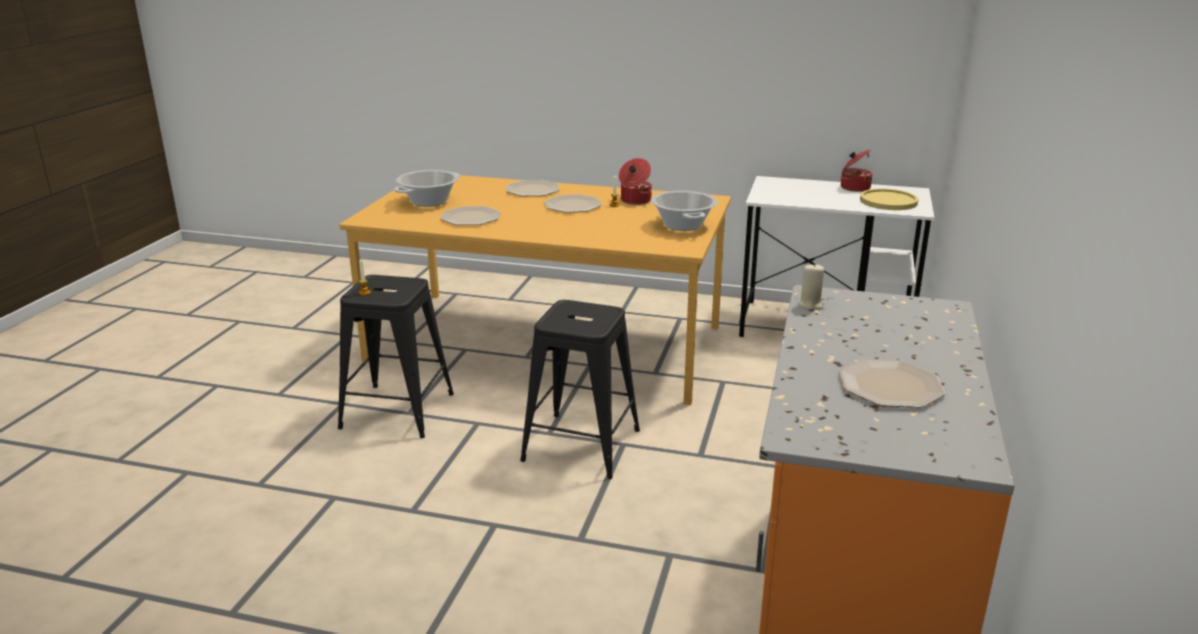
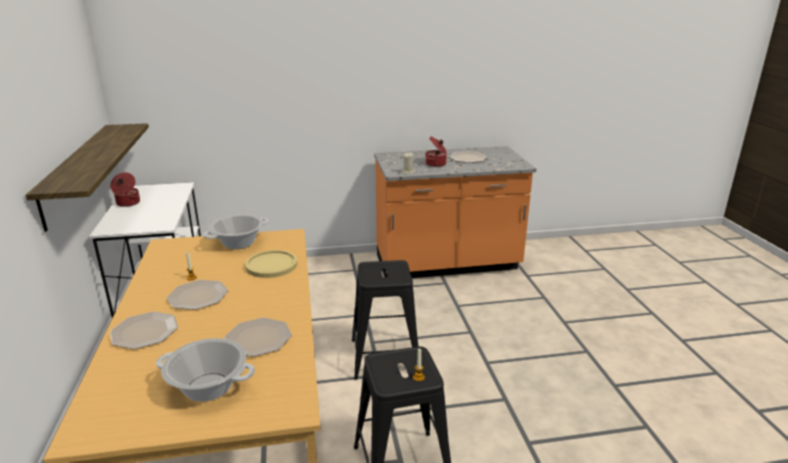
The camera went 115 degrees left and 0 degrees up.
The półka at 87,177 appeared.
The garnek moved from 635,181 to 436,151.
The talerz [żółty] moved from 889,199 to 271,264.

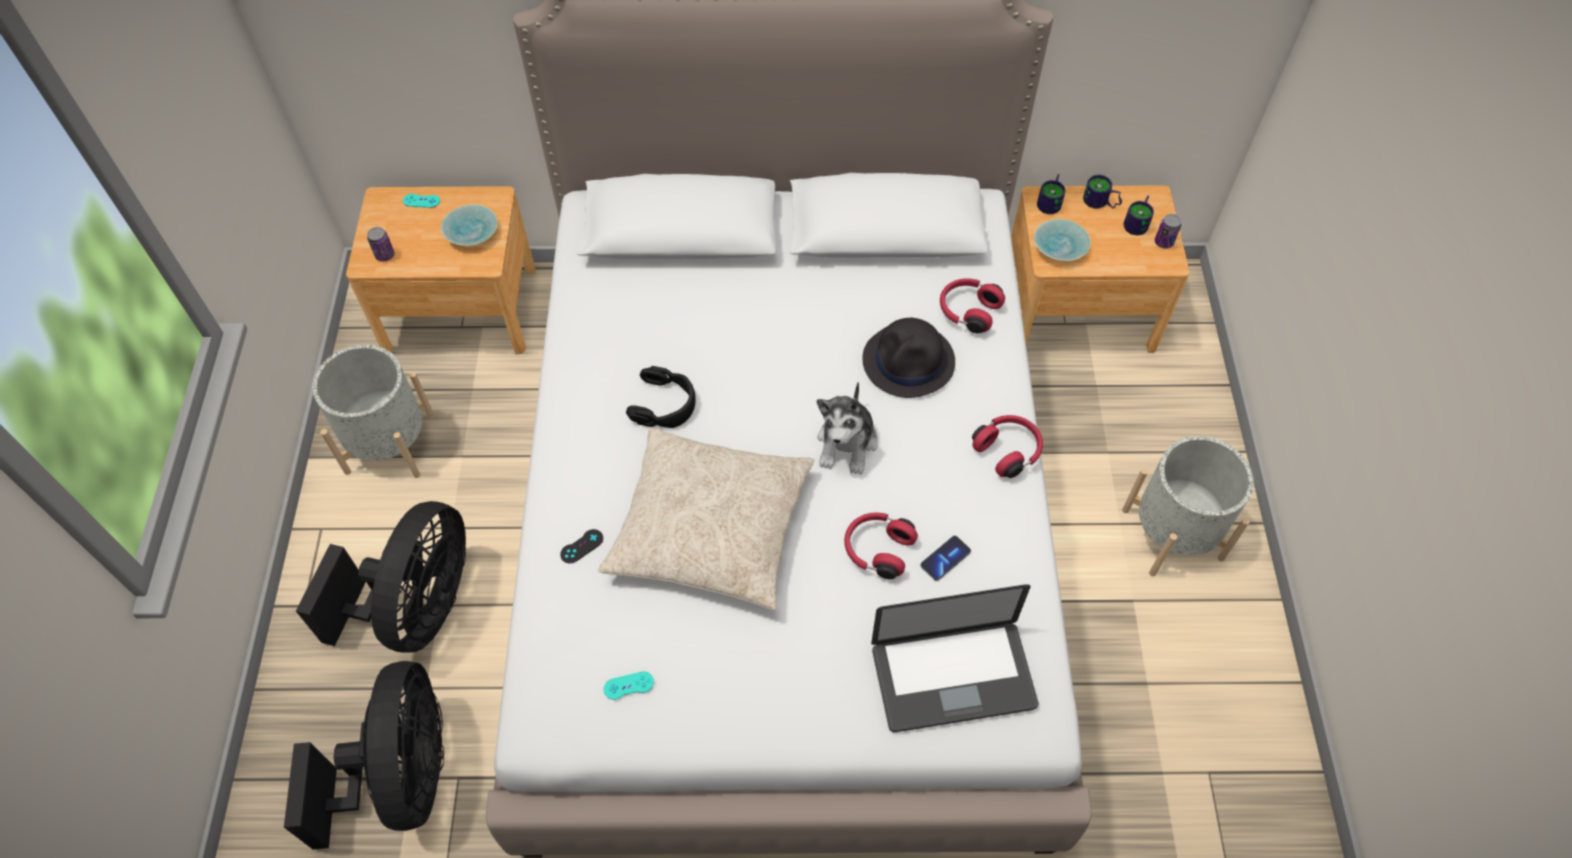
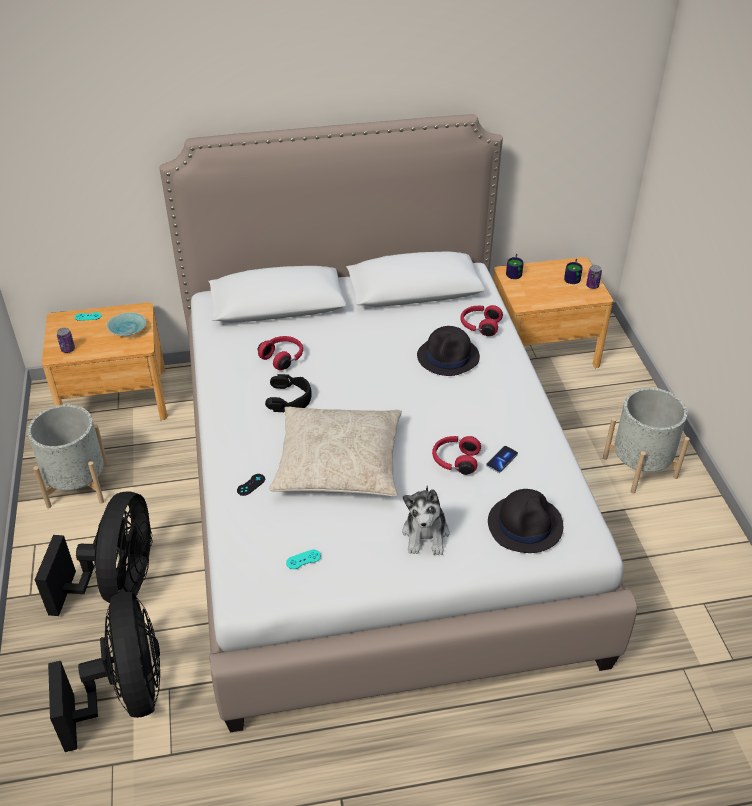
The camera went 10 degrees left and 15 degrees down.
The miska [turkusowy] at 1062,240 disappeared.
The kubek at 1102,192 disappeared.
The pluszak moved from 847,428 to 426,520.
The słuchawki [czerwony] moved from 1007,446 to 280,353.
The laptop at 955,658 was replaced by the kapelusz [czarny] at 525,521.

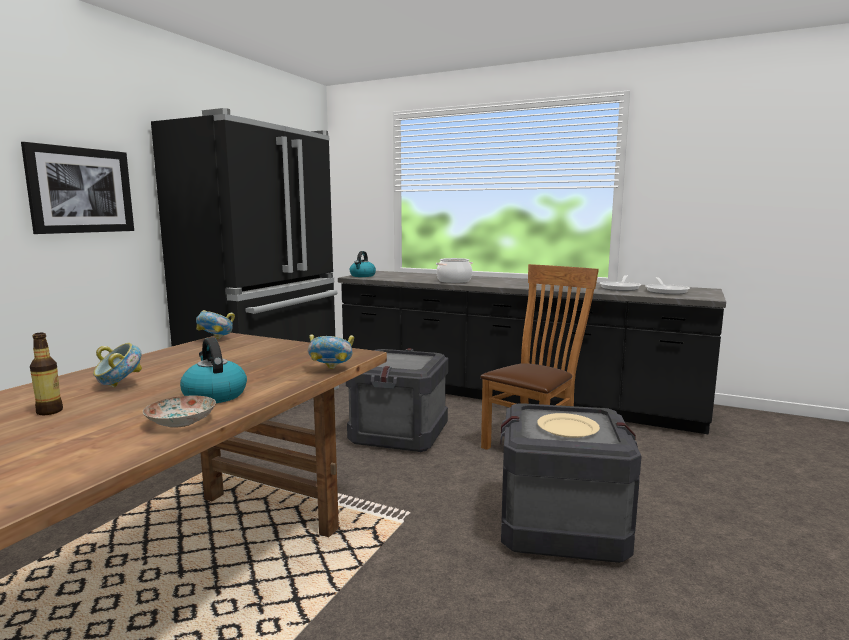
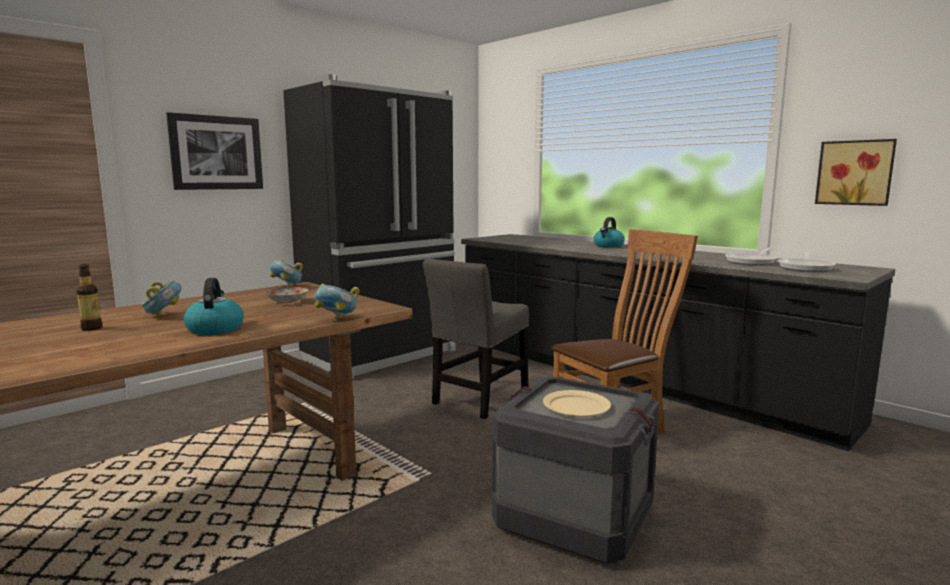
The camera went 20 degrees right and 0 degrees up.
The garnek at 454,270 disappeared.
The obraz at 856,172 appeared.
The talerz moved from 179,412 to 286,295.
The czajnik moved from 363,264 to 609,232.
The skrzynka at 397,400 was replaced by the krzesło [szary] at 476,338.

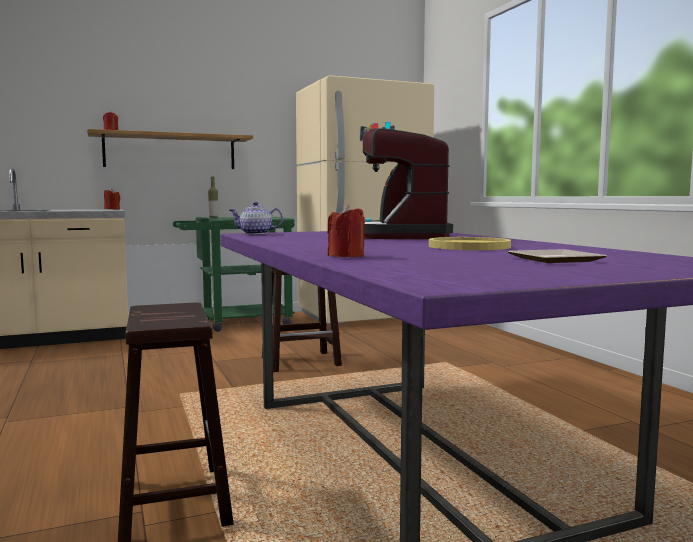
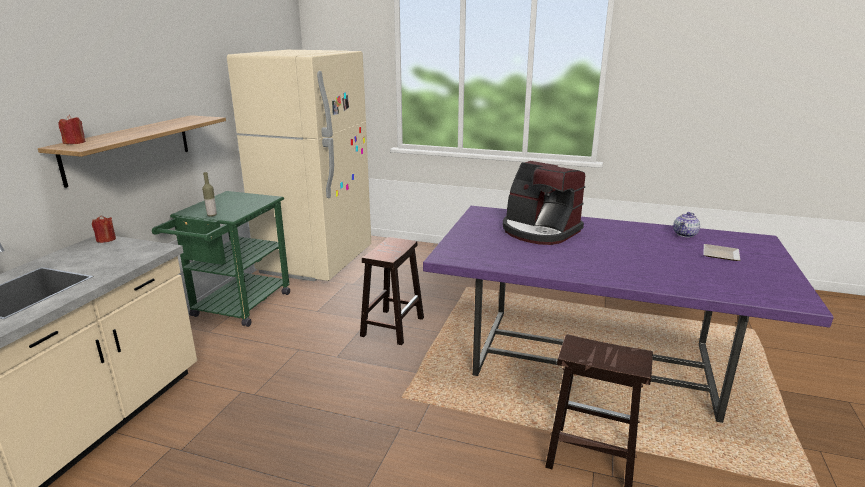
The camera went 50 degrees left and 15 degrees up.
The świeca [czerwony] at 346,231 disappeared.
The talerz [żółty] at 470,243 disappeared.
The imbryk moved from 256,218 to 686,224.

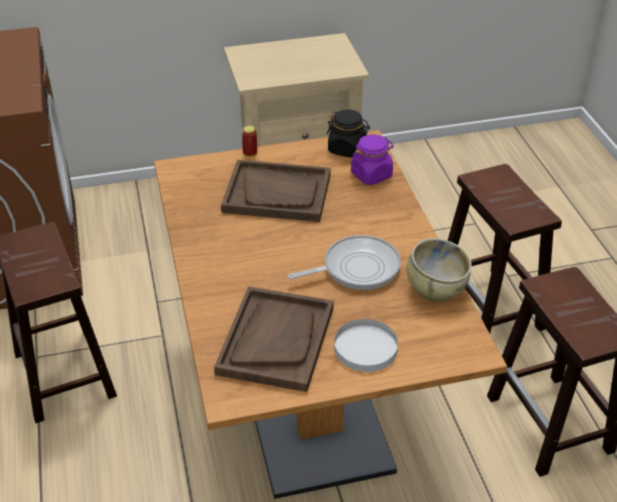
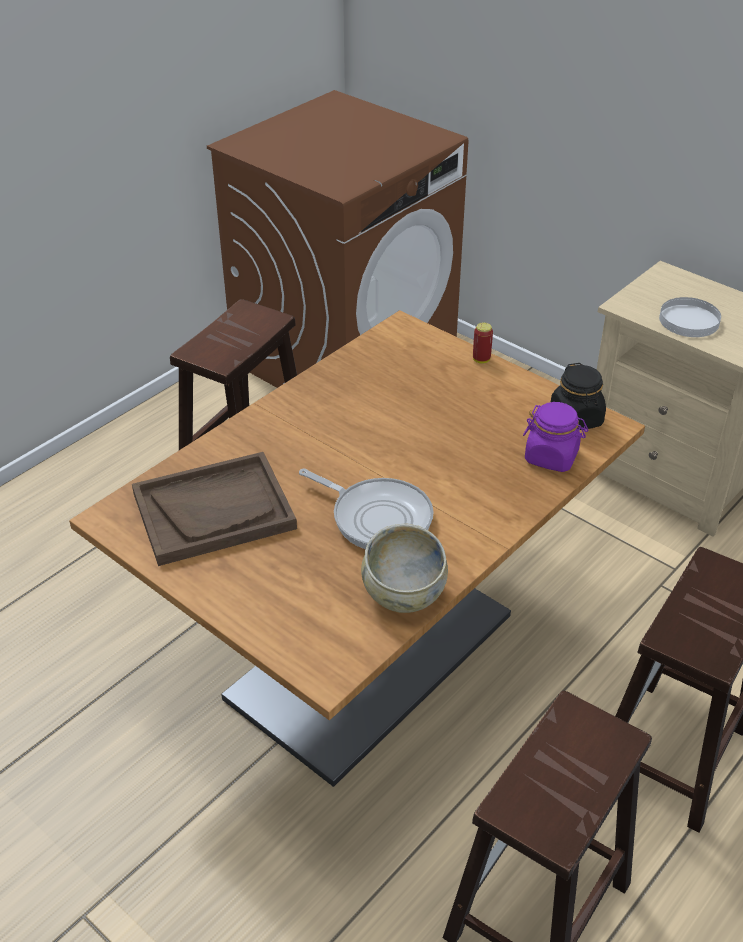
The camera went 55 degrees right and 0 degrees up.
The taca [brązowy] at 276,191 disappeared.
The talerz [biały] moved from 366,345 to 690,317.

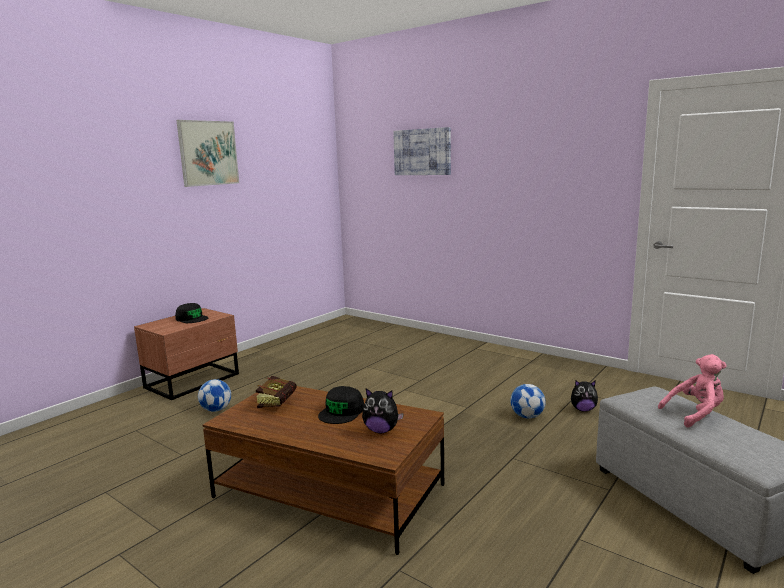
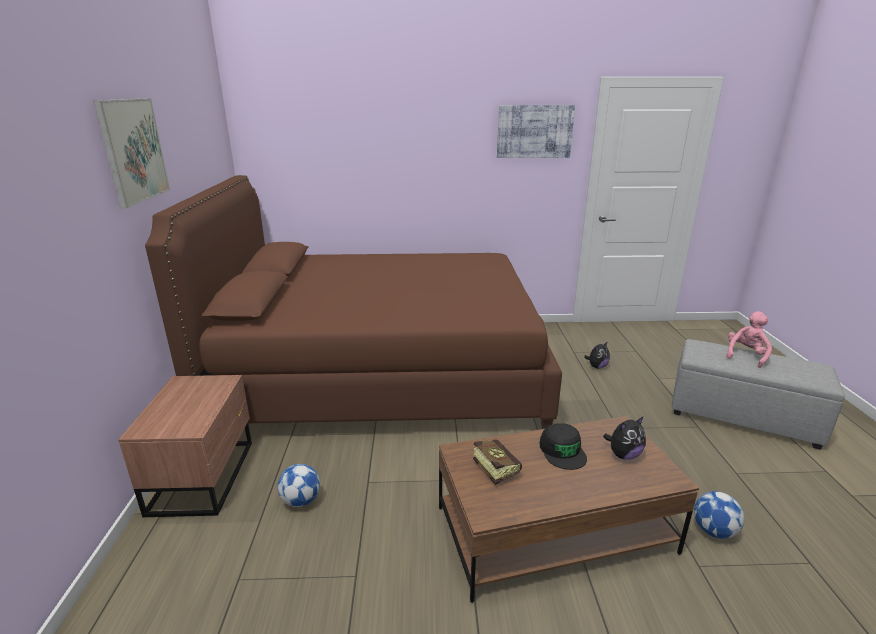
The camera went 40 degrees left and 10 degrees up.
The czapka z daszkiem [czarny] at 192,313 disappeared.
The łóżko [brązowy] at 353,302 appeared.
The obraz moved from 422,151 to 536,131.
The piłka futbolowa moved from 528,401 to 719,515.

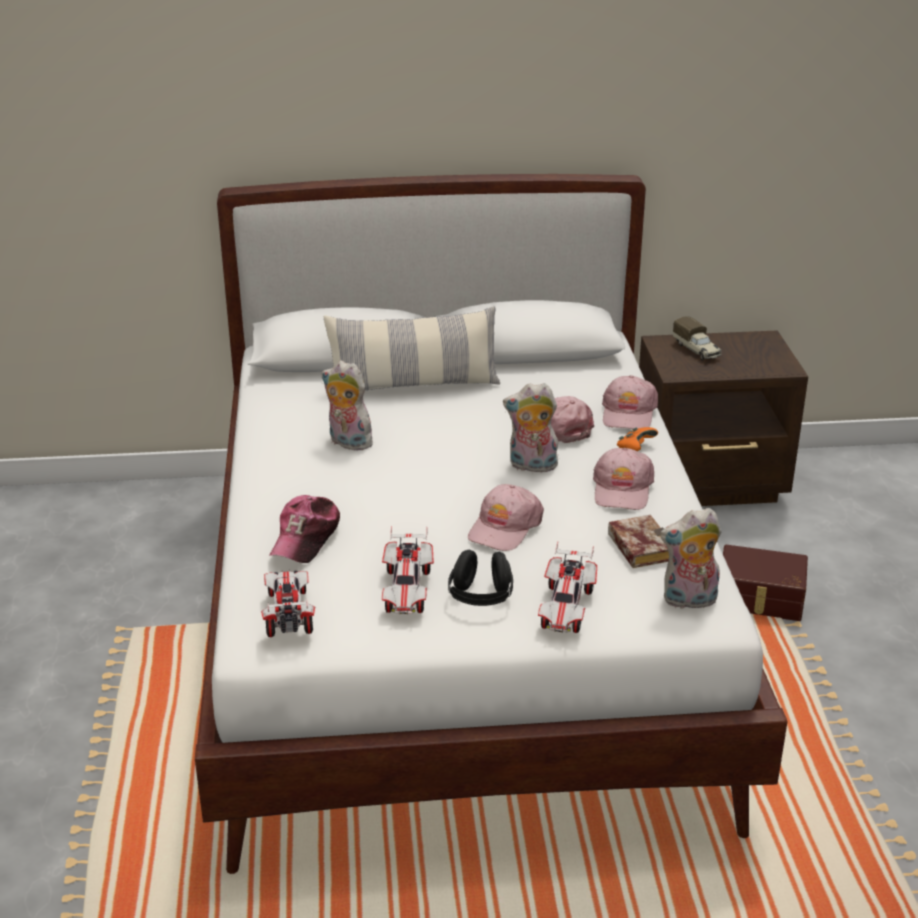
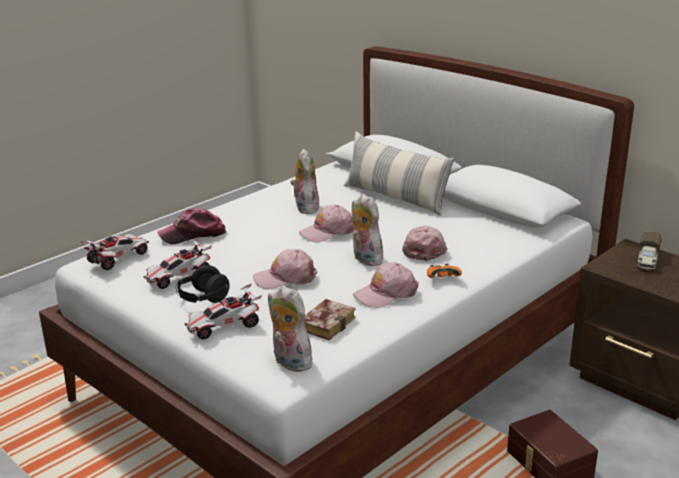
The camera went 50 degrees right and 5 degrees down.
The czapka z daszkiem [różowy] moved from 630,402 to 326,223.

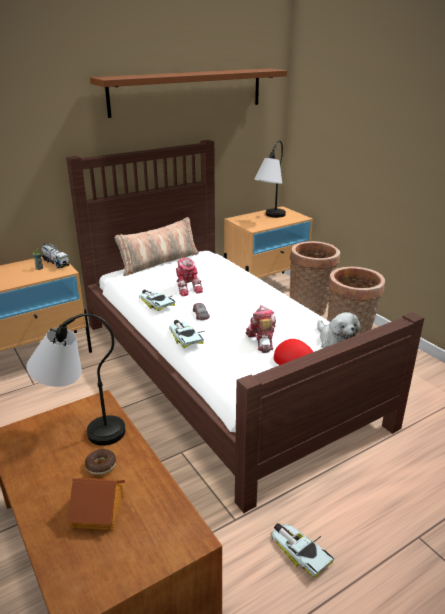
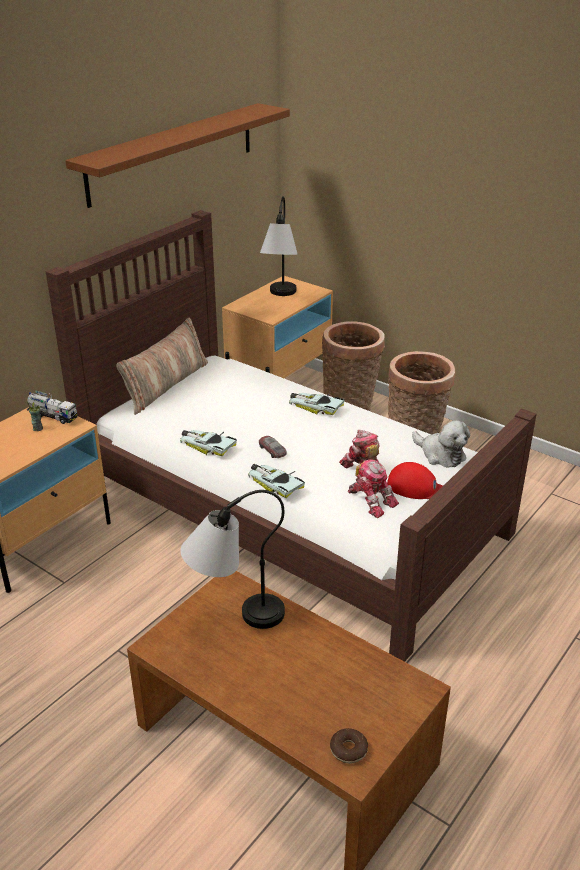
The camera went 20 degrees left and 5 degrees up.
The domek at 96,504 disappeared.
The donut moved from 100,462 to 349,746.
The robot zabawkowy moved from 189,277 to 373,488.
The samochodzik moved from 303,550 to 317,404.

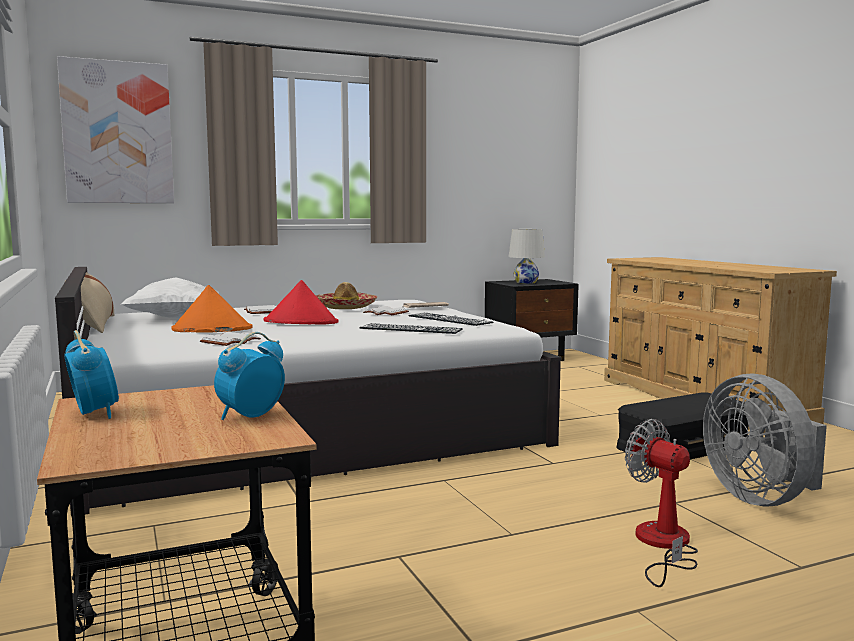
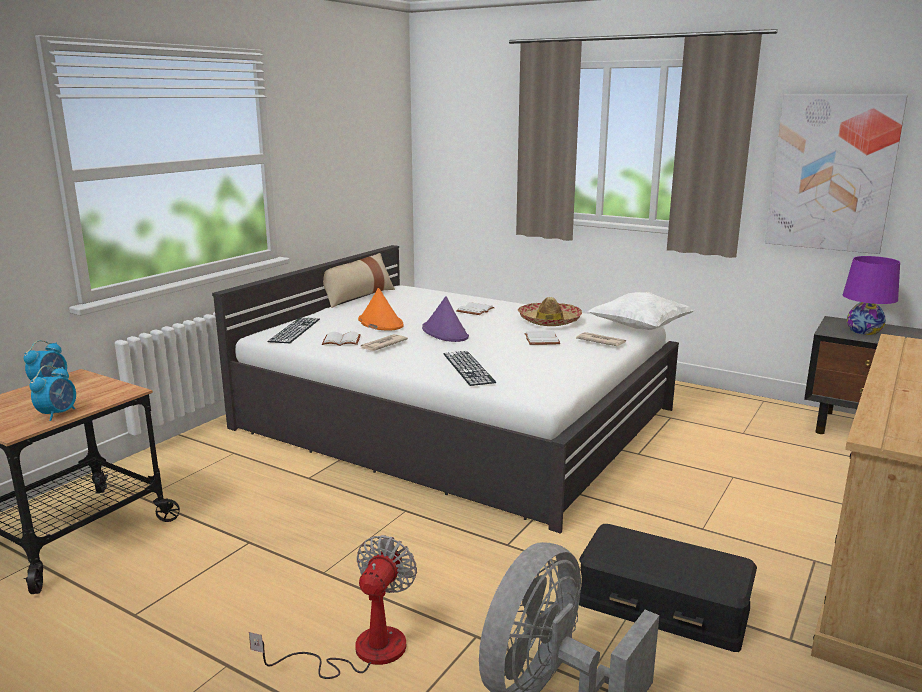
The camera went 55 degrees right and 10 degrees up.
The gazeta at 383,342 appeared.
The obraz moved from 115,129 to 836,174.
The poduszka [biały] moved from 170,297 to 641,311.
The klawiatura moved from 450,319 to 293,330.
The kapelusz [czerwony] at 301,302 became the kapelusz [fioletowy] at 445,319.
The lampa stołowa [biały] at 527,256 became the lampa stołowa [fioletowy] at 871,295.
The budzik at 249,376 turned 105 degrees clockwise.

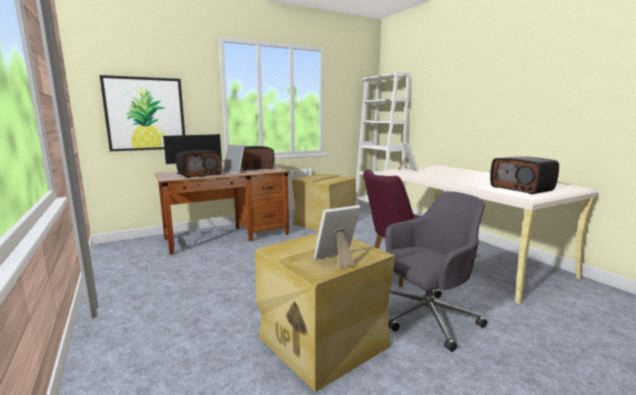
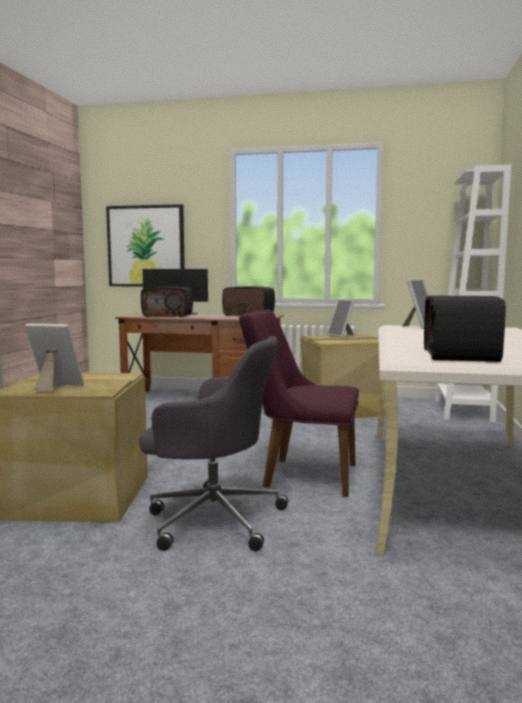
The camera went 40 degrees right and 5 degrees down.
The ramka na zdjęcie moved from 234,159 to 341,318.

